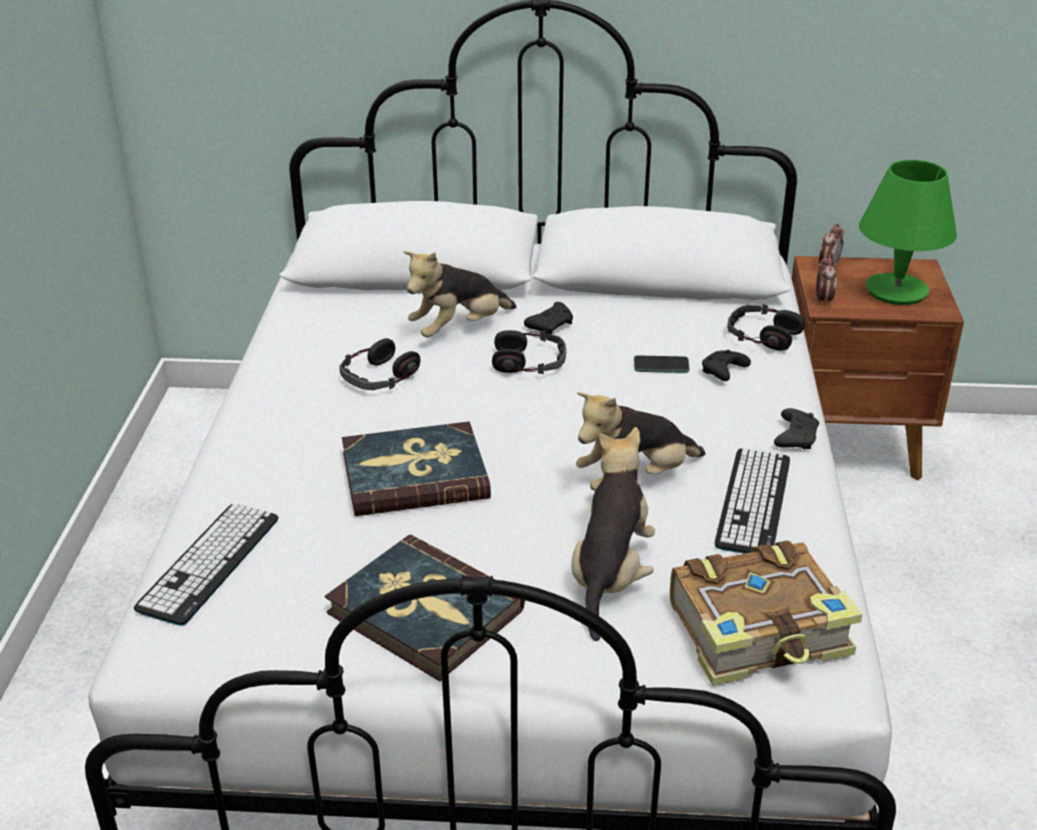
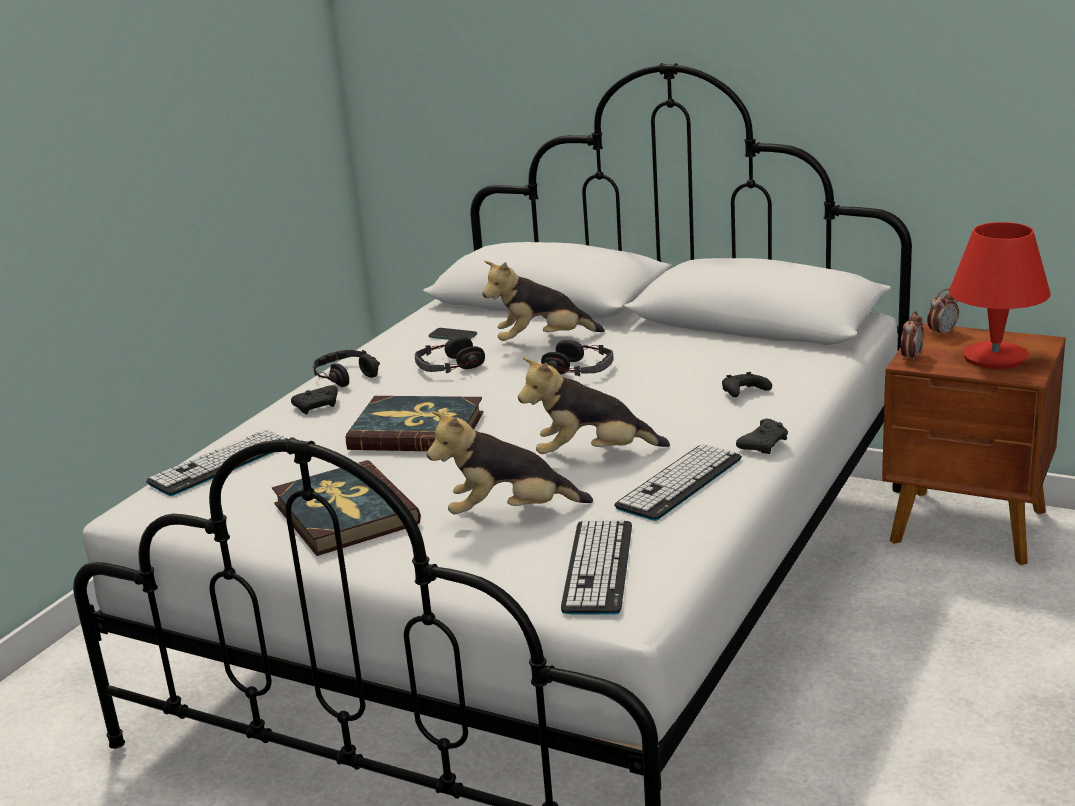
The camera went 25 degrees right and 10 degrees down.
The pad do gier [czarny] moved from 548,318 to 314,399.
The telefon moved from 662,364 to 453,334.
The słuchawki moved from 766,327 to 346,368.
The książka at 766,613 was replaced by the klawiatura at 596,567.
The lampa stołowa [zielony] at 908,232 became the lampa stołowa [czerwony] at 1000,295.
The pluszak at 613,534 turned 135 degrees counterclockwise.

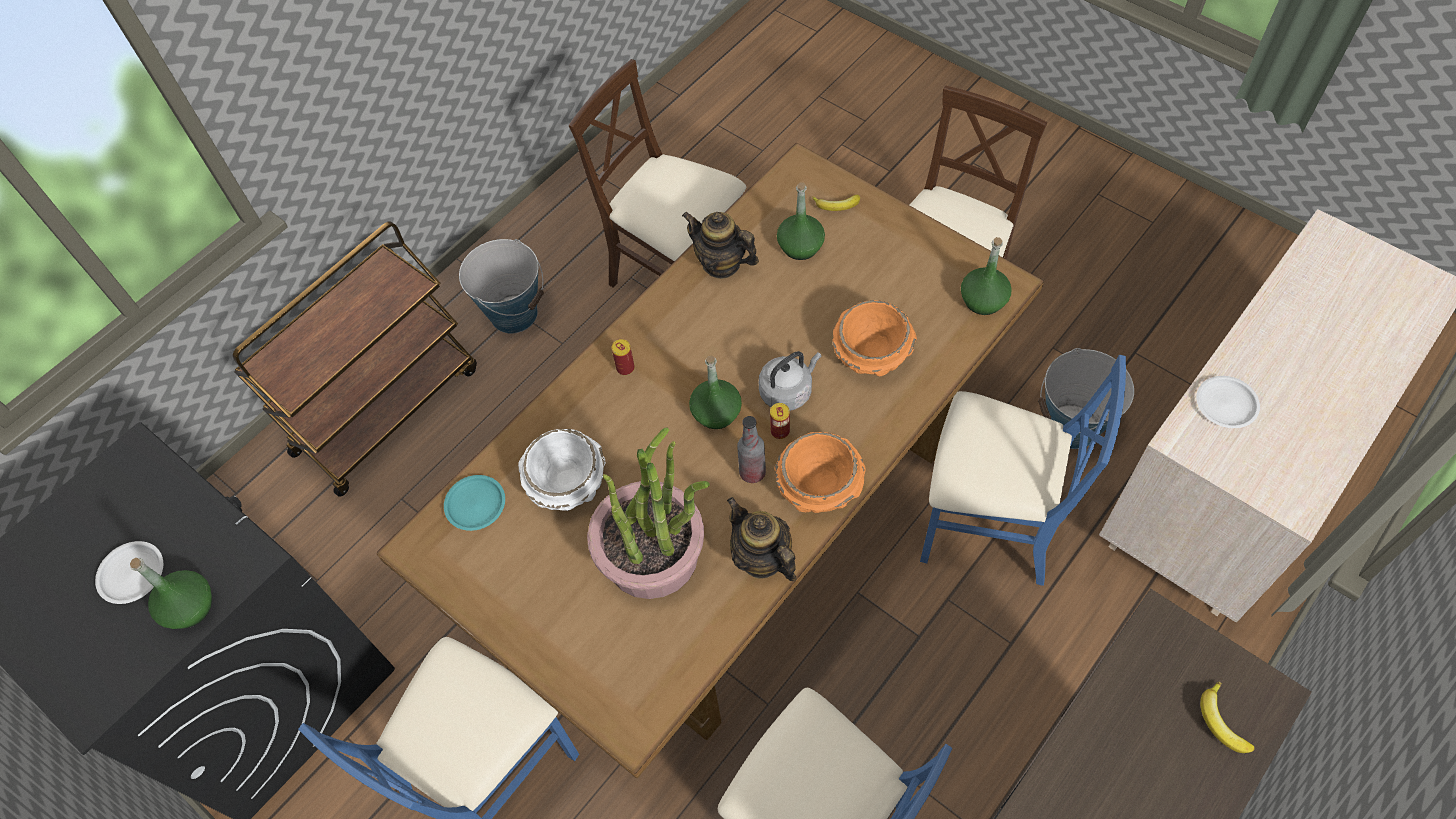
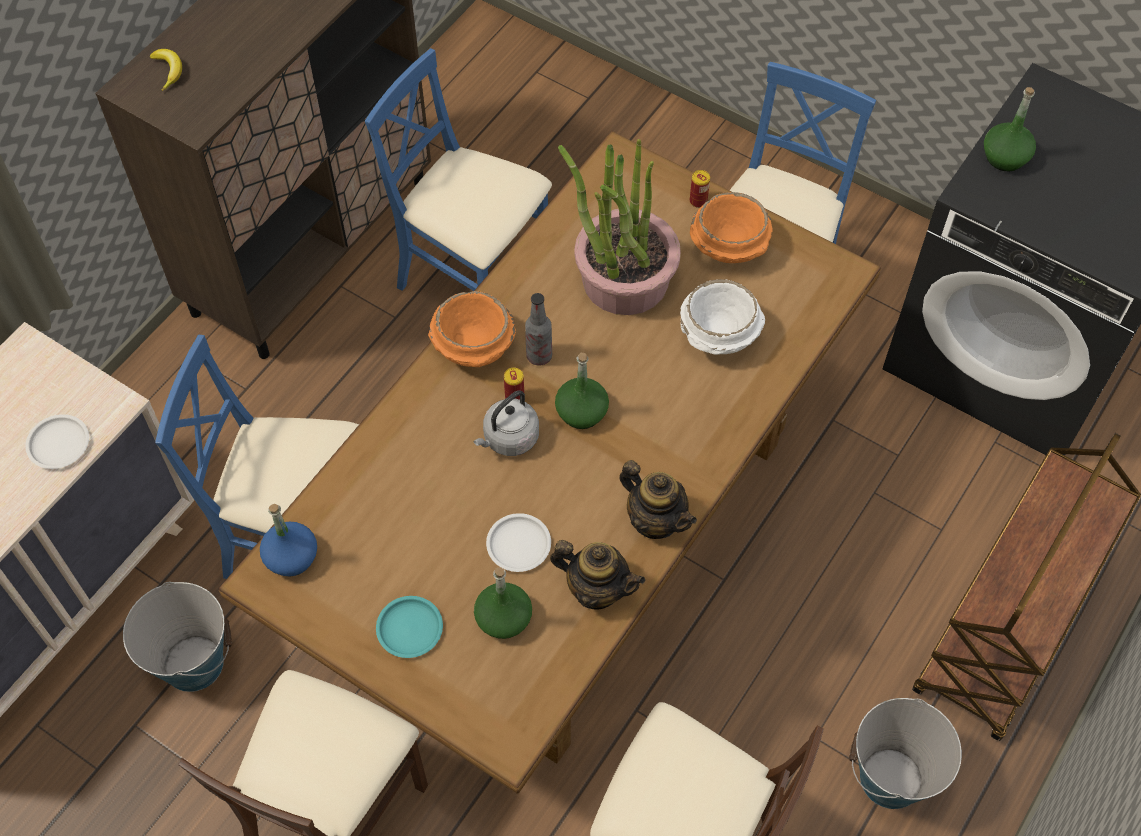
The camera went 170 degrees right and 0 degrees up.
The banan at 836,202 disappeared.
The talerz [biały] moved from 129,572 to 518,542.
The talerz [turkusowy] moved from 474,503 to 409,627.
The puszka moved from 623,357 to 700,189.
The imbryk moved from 762,539 to 658,499.
The miska [pomarańczowy] moved from 874,338 to 731,227.
The butelka [zielony] at 986,276 became the butelka [niebieski] at 288,540.

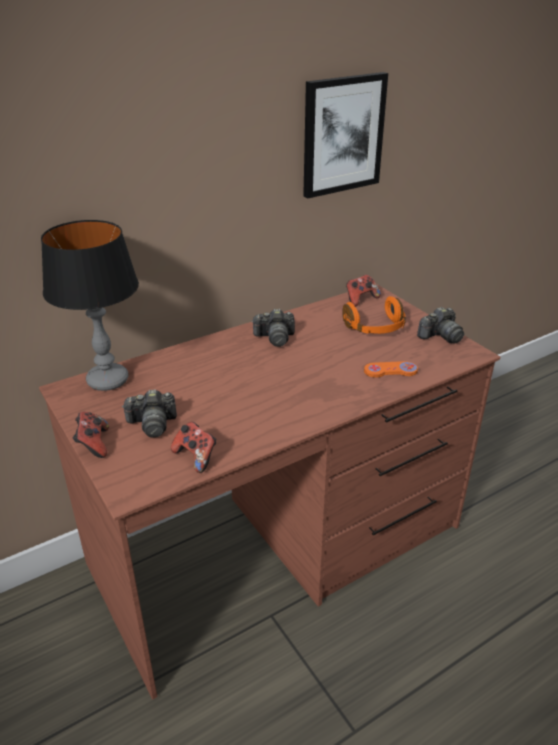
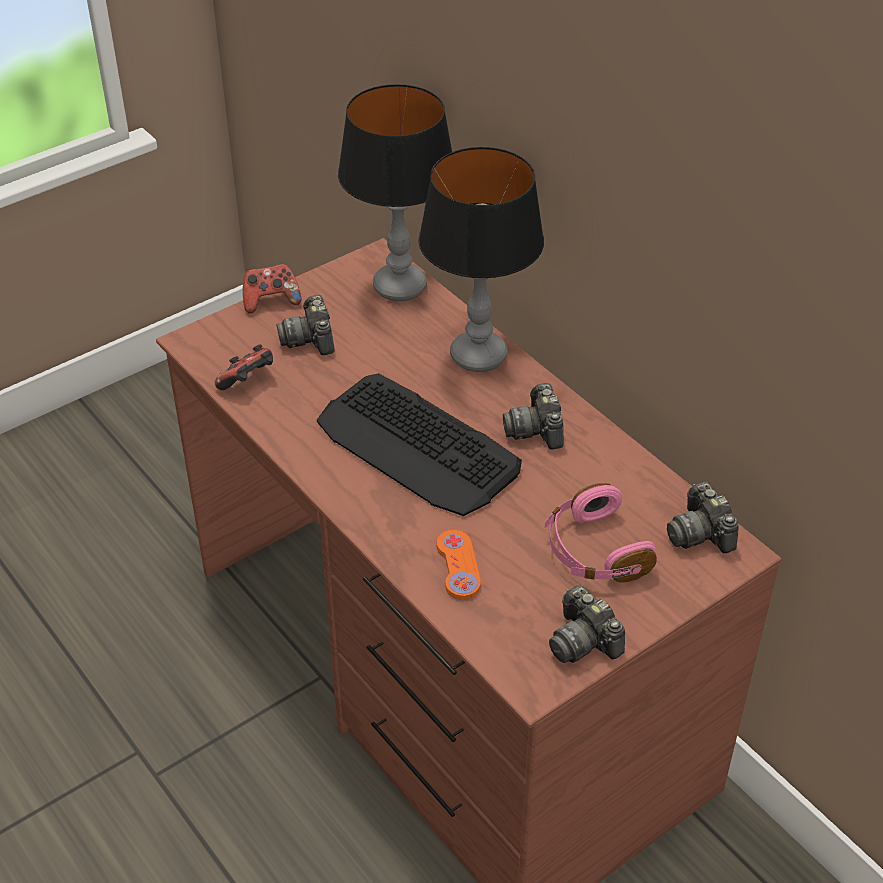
The camera went 85 degrees right and 10 degrees up.
The obraz at 345,135 disappeared.
The klawiatura at 419,444 appeared.
The lampa stołowa at 481,259 appeared.
The pad do gier at 363,291 was replaced by the aparat fotograficzny at 702,517.
The słuchawki [pomarańczowy] at 374,315 became the słuchawki [różowy] at 601,533.

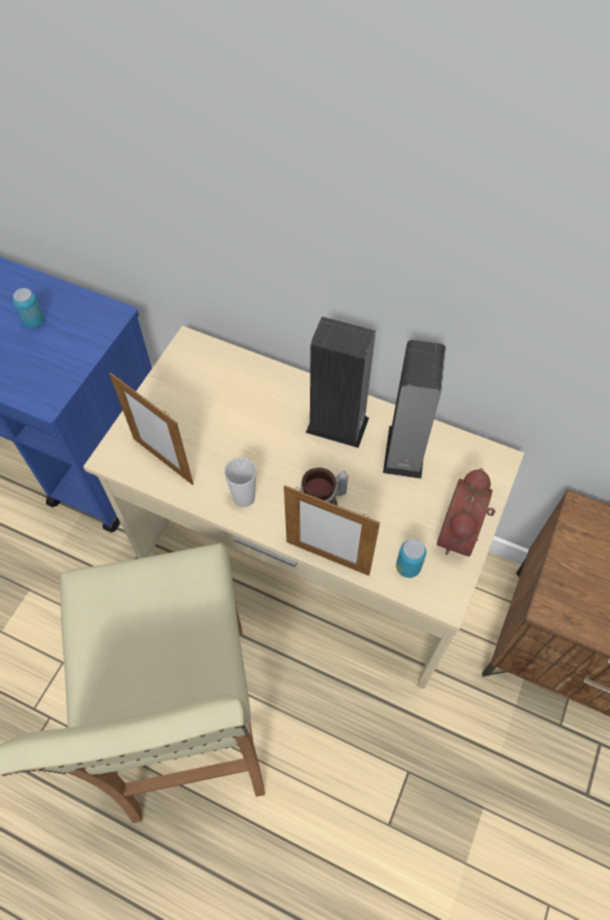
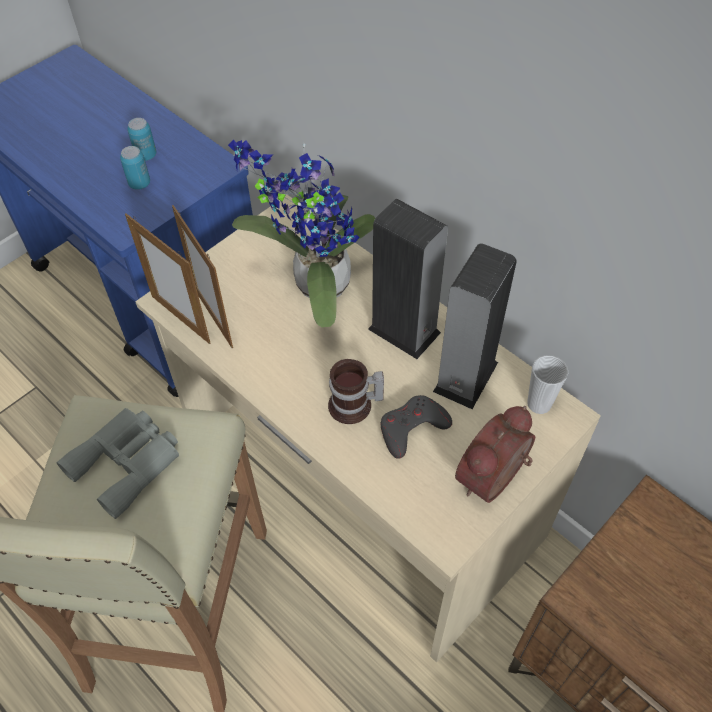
The camera went 20 degrees right and 5 degrees down.
The lornetka [szary] at 117,463 appeared.
The roślina doniczkowa at 301,233 appeared.
The pad do gier [szary] at 416,427 appeared.
The filiżanka moved from 240,482 to 547,384.
The ramka na zdjęcie moved from 332,530 to 167,279.
The puszka moved from 411,558 to 135,168.

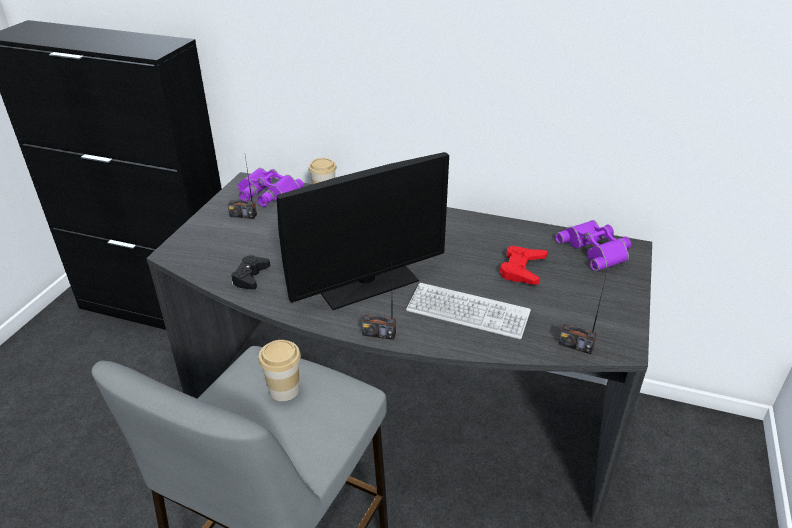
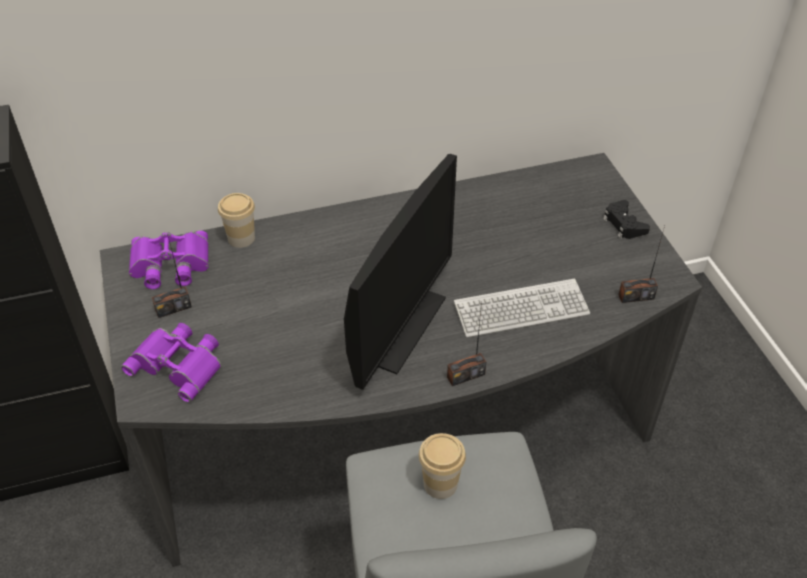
The camera went 35 degrees left and 10 degrees up.
The pad do gier [czerwony] at 524,265 disappeared.
The pad do gier [czarny] moved from 250,272 to 626,219.
The lornetka [fioletowy] moved from 593,245 to 171,362.

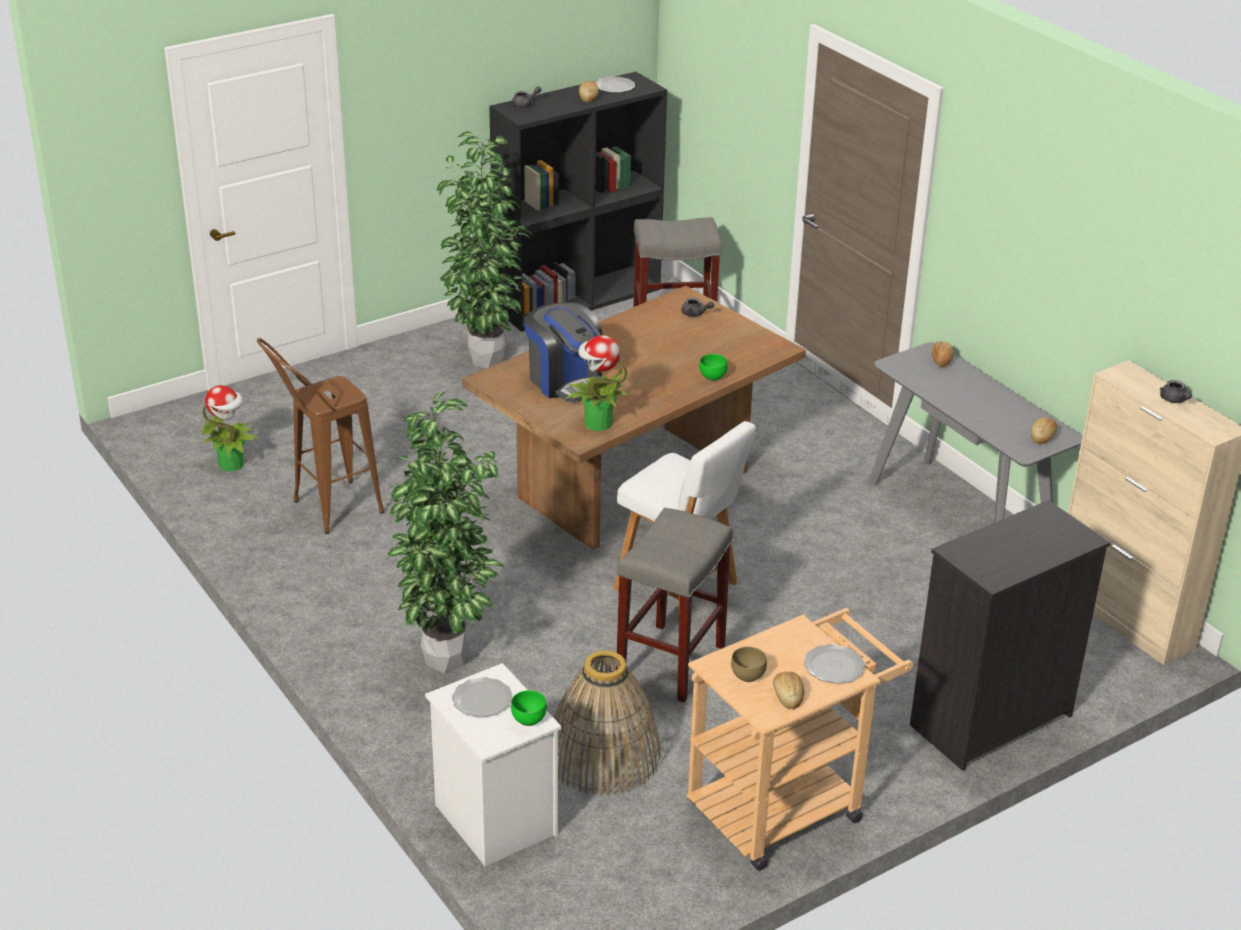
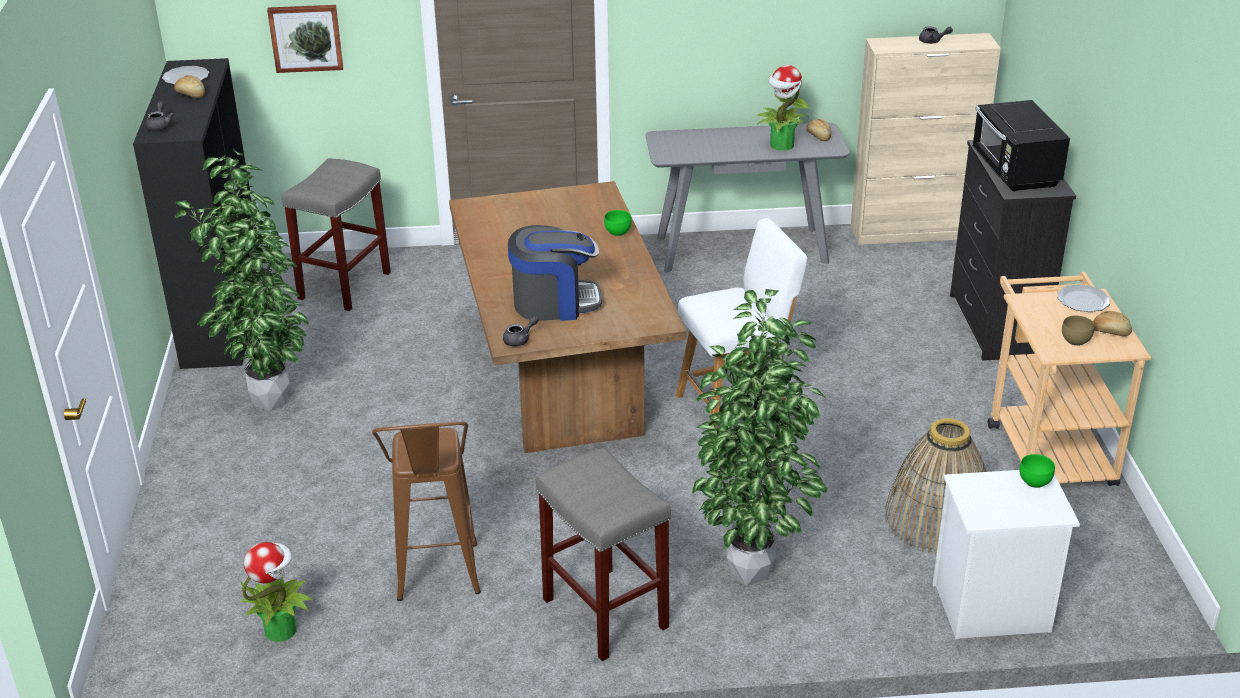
The camera went 60 degrees left and 0 degrees up.
The talerz at 482,697 disappeared.
The chleb at 942,354 disappeared.
The obraz at 305,39 appeared.
The mikrofalówka [czarny] at 1021,145 appeared.
The roślina doniczkowa moved from 597,383 to 783,108.
The stołek [szary] moved from 674,605 to 603,554.
The imbryk [szary] moved from 697,307 to 521,331.

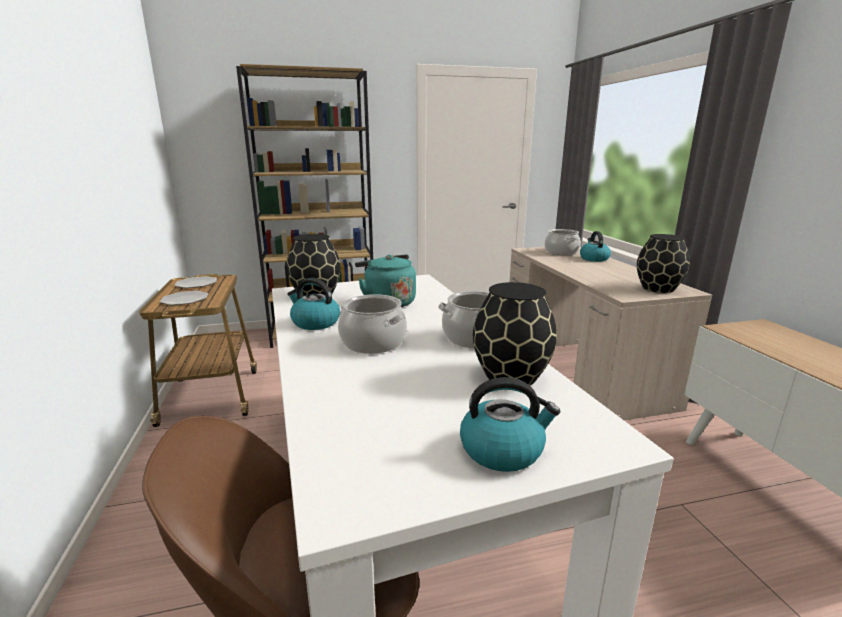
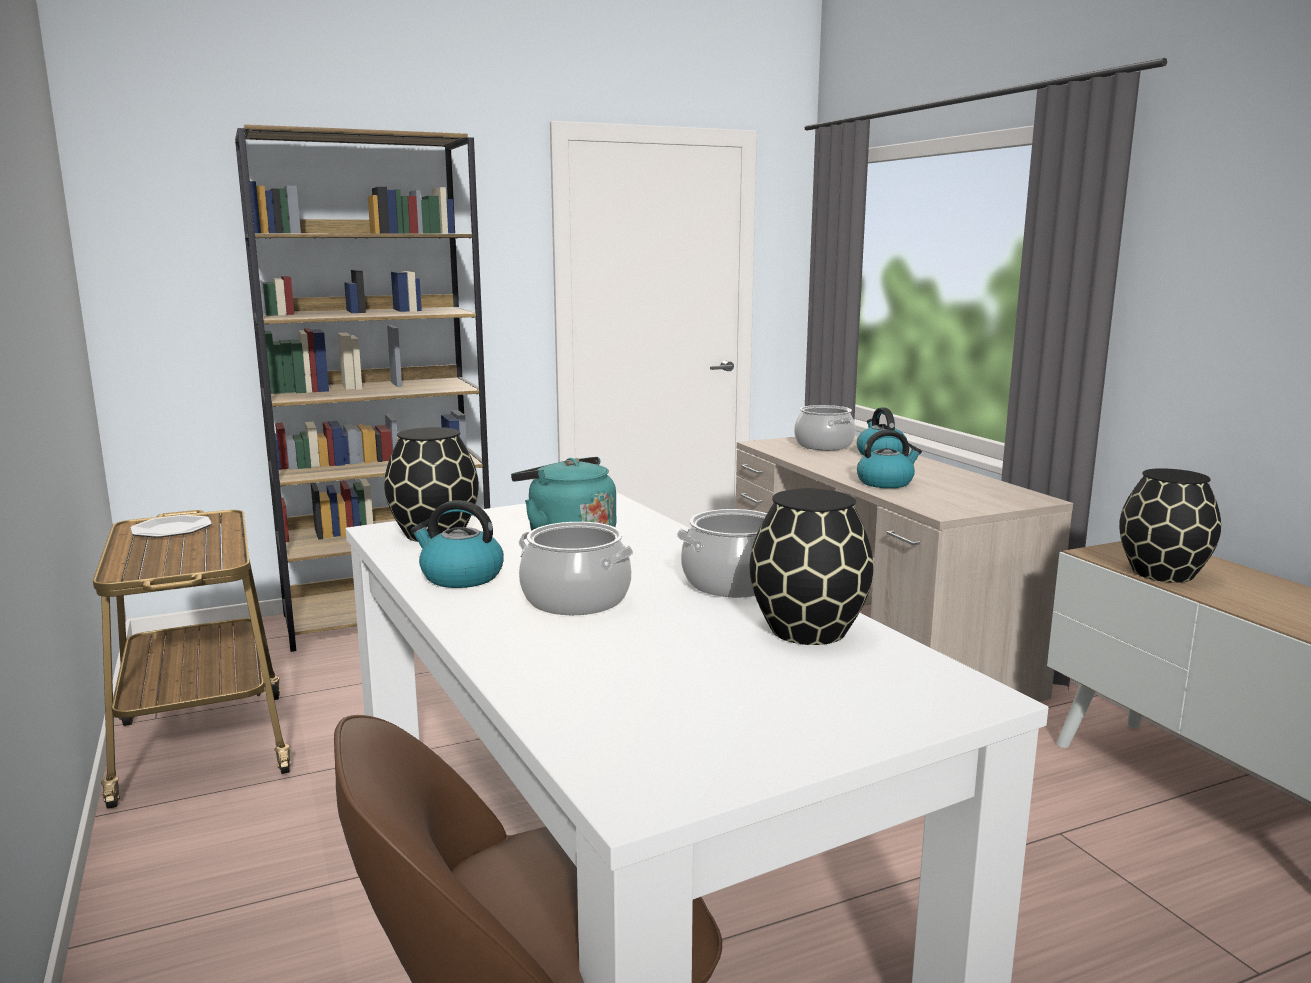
The camera went 10 degrees left and 5 degrees down.
The talerz at 184,298 disappeared.
The czajnik moved from 510,424 to 889,459.
The wazon [czarny] moved from 663,263 to 1170,525.

